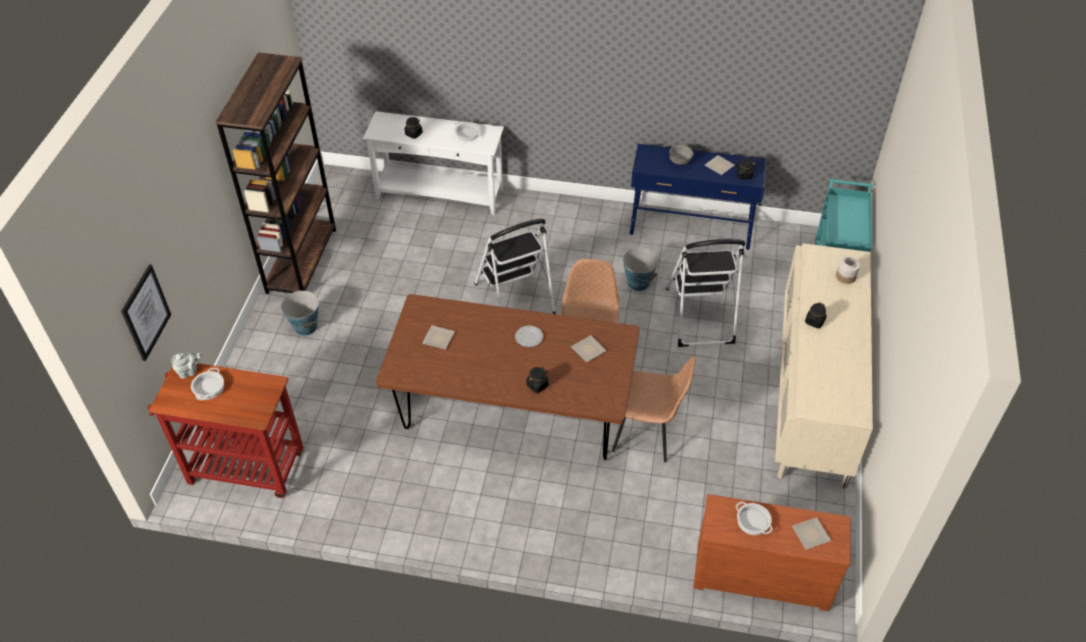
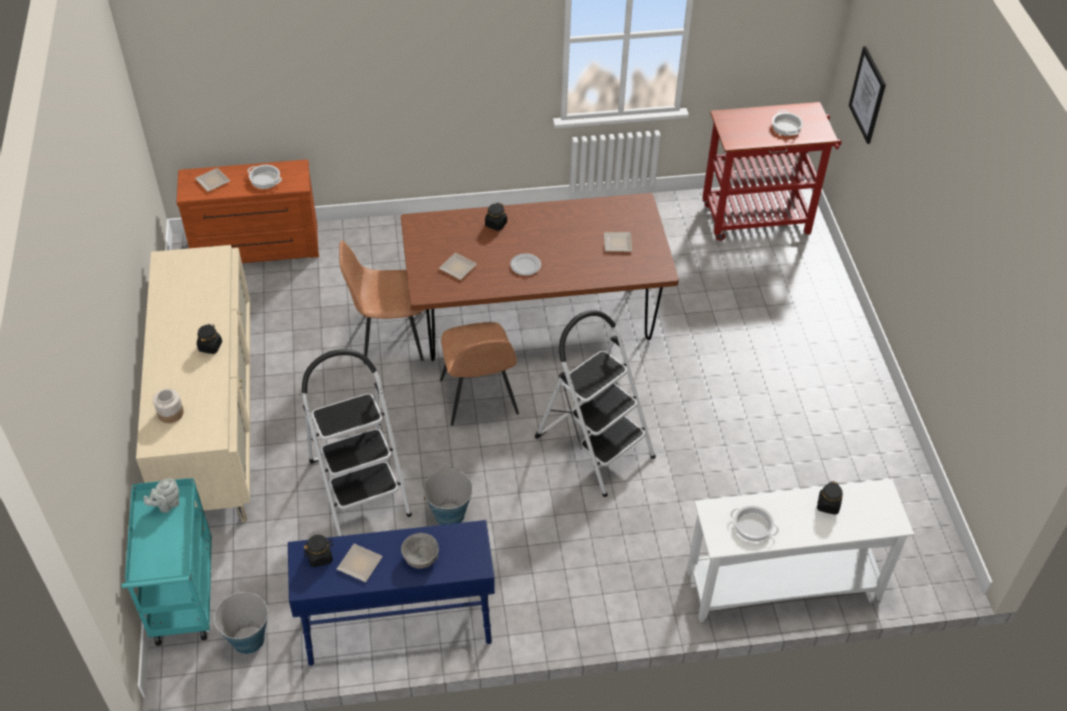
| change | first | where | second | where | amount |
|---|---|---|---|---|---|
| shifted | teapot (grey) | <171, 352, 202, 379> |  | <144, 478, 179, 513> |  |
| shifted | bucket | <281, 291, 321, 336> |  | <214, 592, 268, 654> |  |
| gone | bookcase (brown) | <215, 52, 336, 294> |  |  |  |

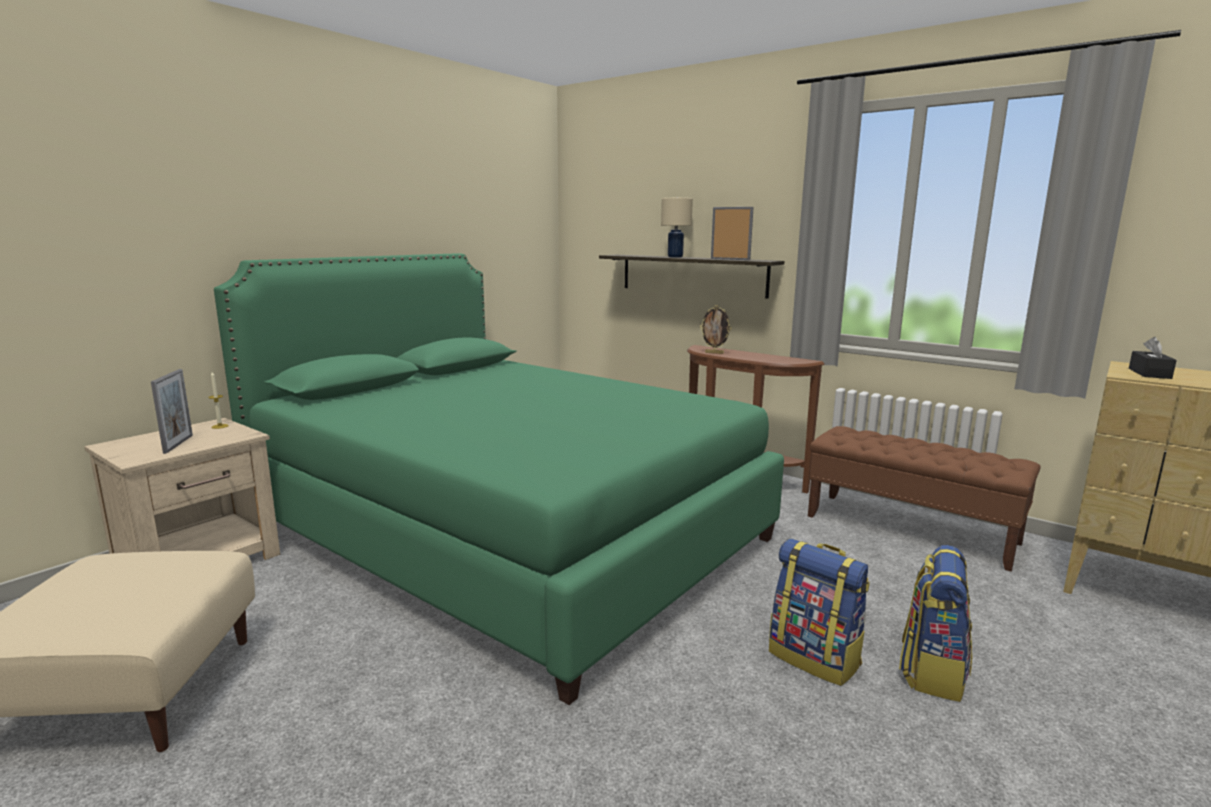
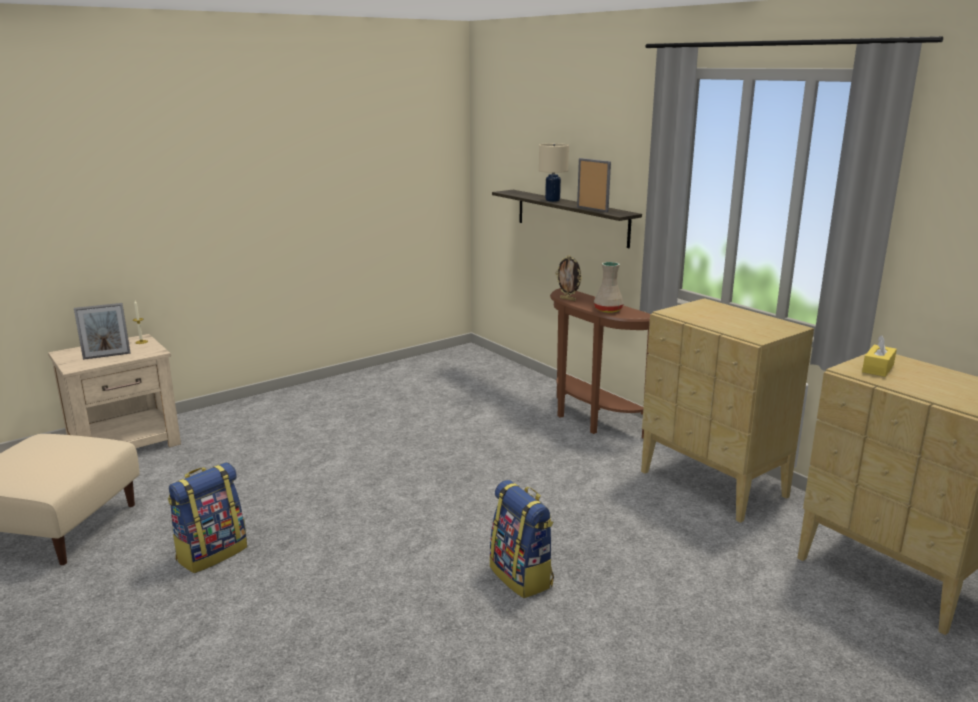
| change | first | where | second | where | amount |
|---|---|---|---|---|---|
| rotated | picture frame | <151, 369, 193, 454> |  | <74, 303, 131, 360> | 60 degrees clockwise |
| shifted | backpack | <899, 545, 972, 702> |  | <168, 463, 247, 573> |  |
| new |  |  | vase (beige) | <594, 262, 624, 313> |  |
| swapped | bench (brown) | <808, 426, 1040, 571> | dresser (beige) | <641, 298, 814, 523> |  |
| repainted | tissue box (black) | <1129, 337, 1177, 379> | tissue box (yellow) | <862, 335, 897, 377> |  |
| gone | bed (green) | <214, 253, 784, 705> |  |  |  |

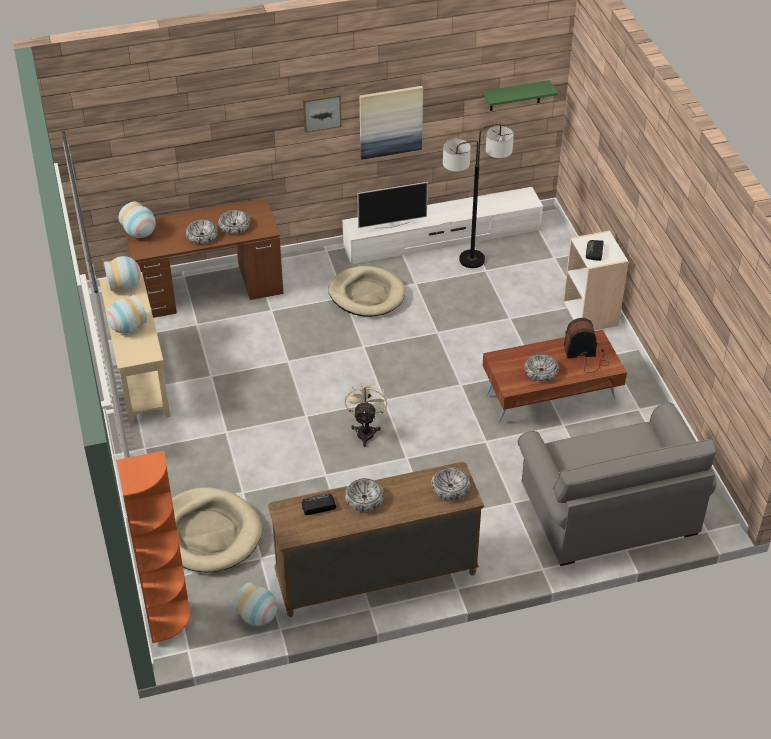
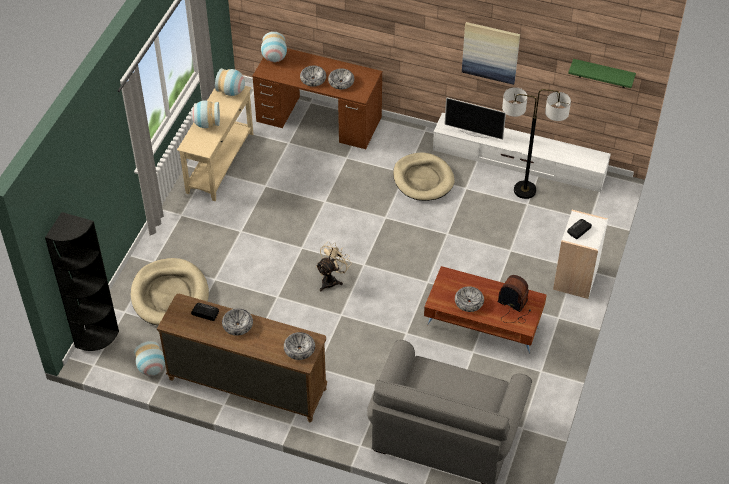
| change | first | where | second | where | amount |
|---|---|---|---|---|---|
| repainted | bookcase (orange) | <116, 451, 190, 643> | bookcase (black) | <45, 212, 119, 351> |  |
| gone | picture | <303, 93, 342, 133> |  |  |  |

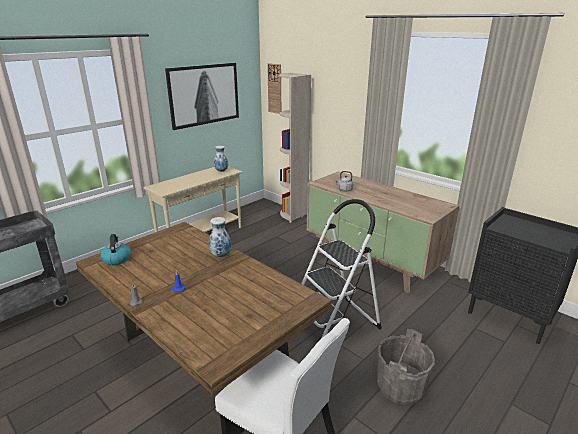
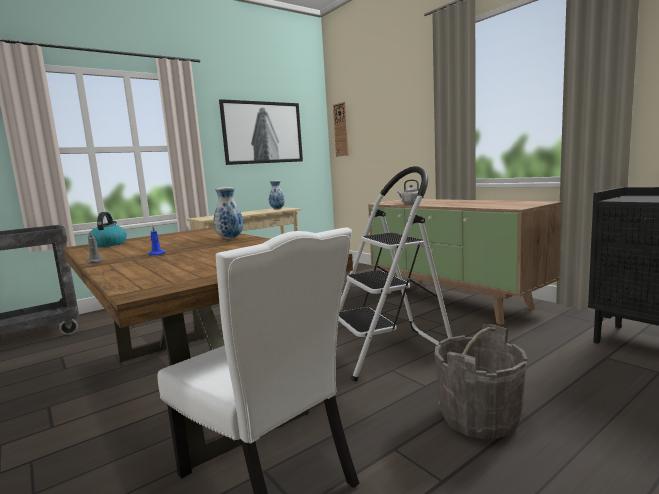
| change | first | where | second | where | amount |
|---|---|---|---|---|---|
| gone | bookcase (beige) | <279, 73, 311, 223> |  |  |  |

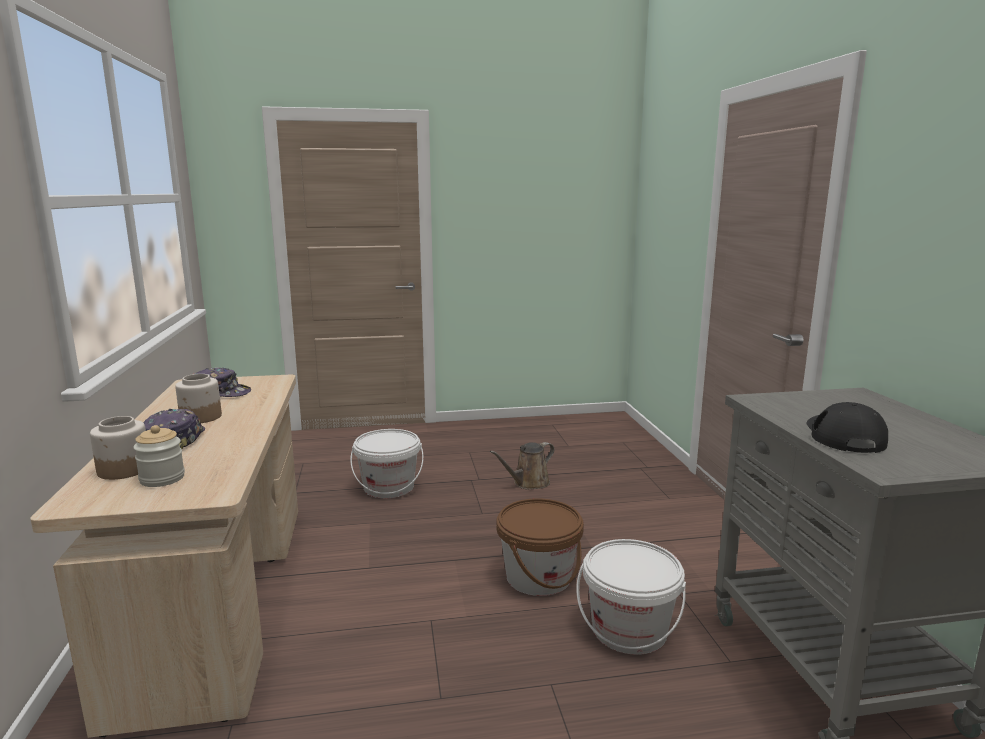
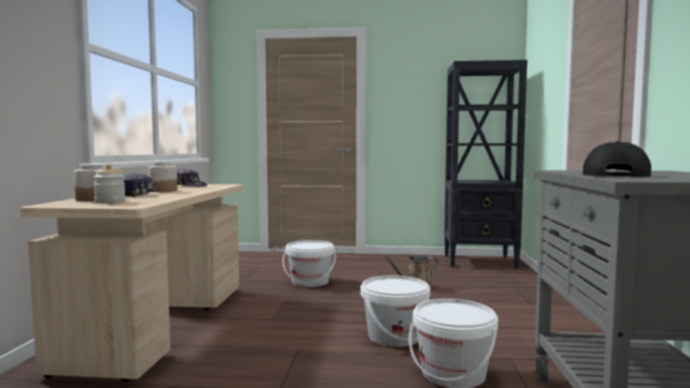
| change | first | where | second | where | amount |
|---|---|---|---|---|---|
| repainted | bucket (brown) | <496, 498, 584, 596> | bucket (white) | <361, 275, 430, 347> |  |
| new |  |  | bookcase (black) | <444, 60, 527, 268> |  |

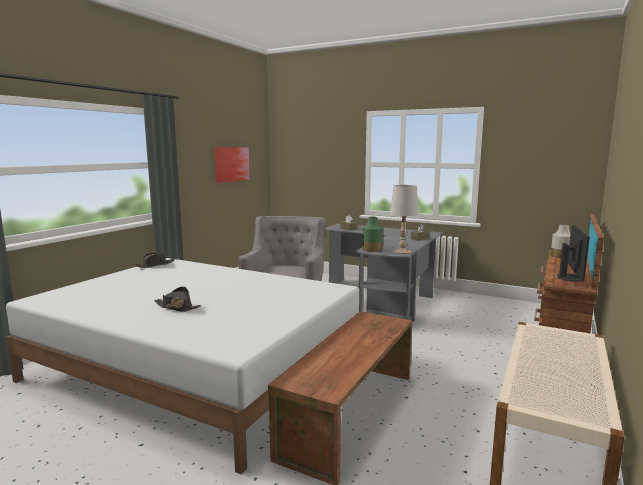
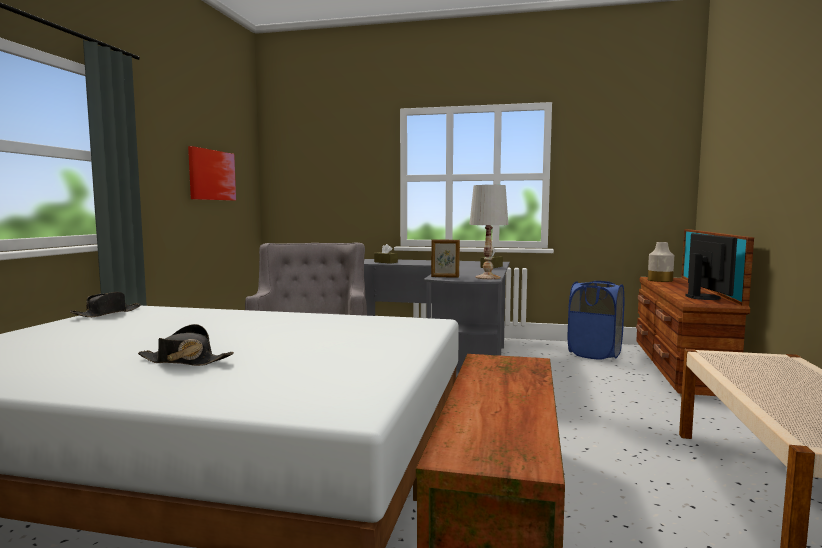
| change | first | where | second | where | amount |
|---|---|---|---|---|---|
| swapped | vase (green) | <362, 217, 383, 252> | picture frame | <431, 239, 460, 278> |  |
| new |  |  | laundry basket (blue) | <568, 281, 624, 360> |  |

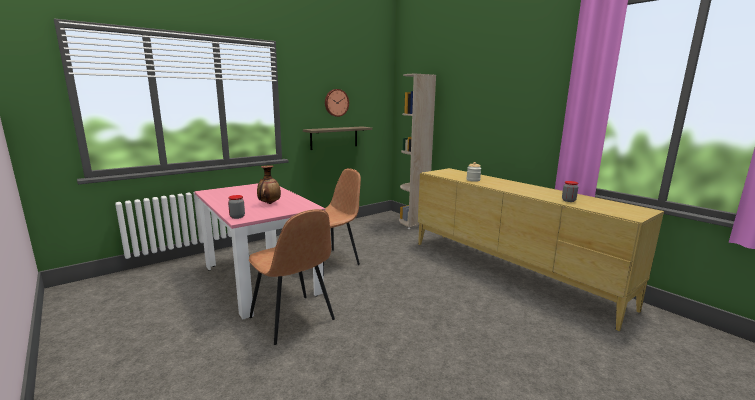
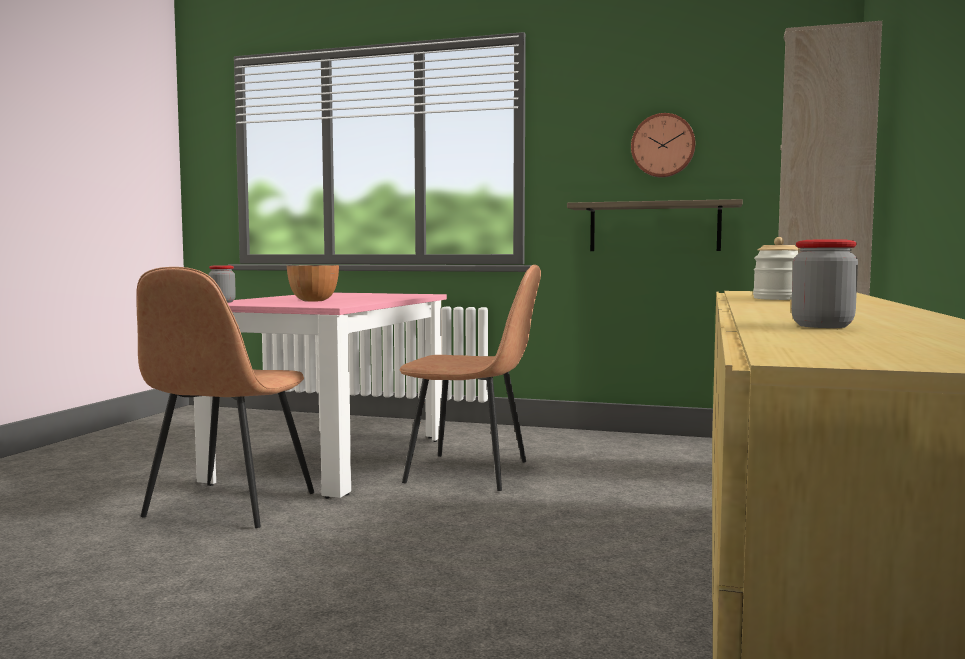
| change | first | where | second | where | amount |
|---|---|---|---|---|---|
| swapped | vase | <257, 165, 281, 204> | bowl | <287, 265, 339, 302> |  |

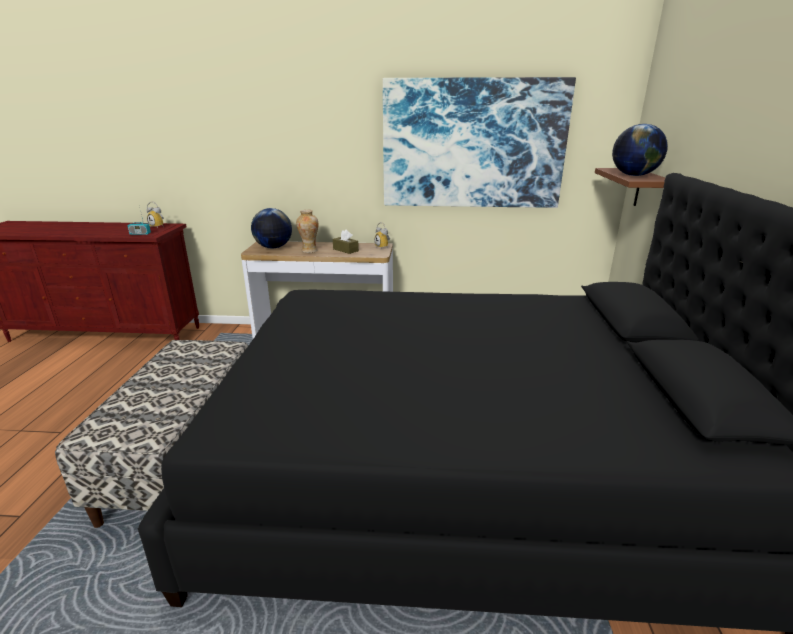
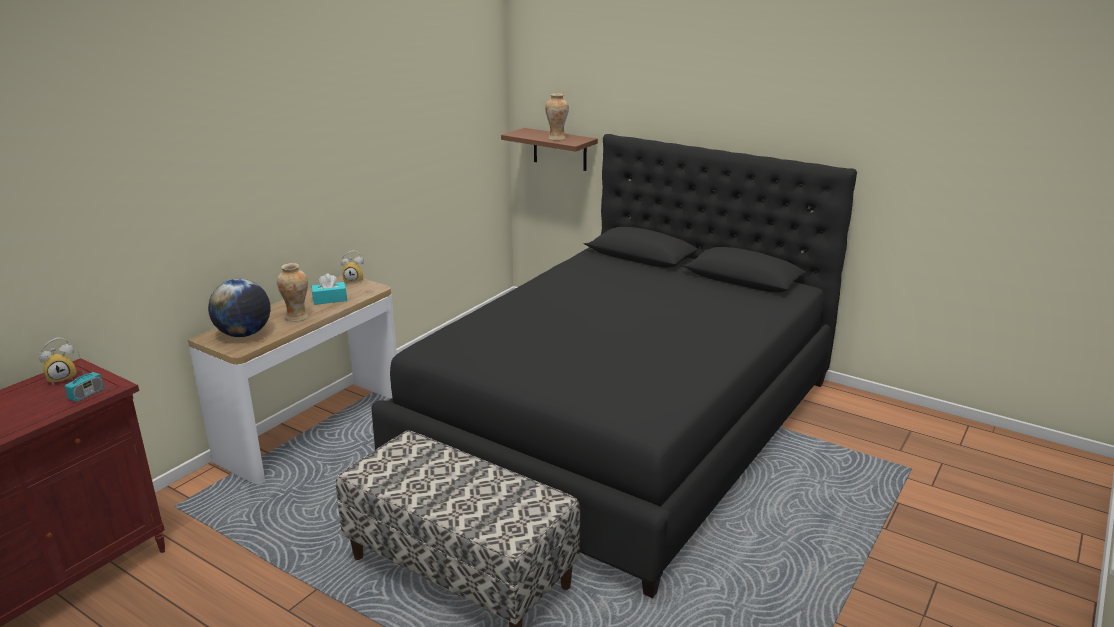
| change | first | where | second | where | amount |
|---|---|---|---|---|---|
| repainted | tissue box (brown) | <333, 229, 359, 254> | tissue box (turquoise) | <312, 273, 347, 305> |  |
| swapped | globe | <612, 124, 668, 176> | vase | <545, 93, 569, 140> |  |
| gone | picture | <383, 77, 576, 208> |  |  |  |

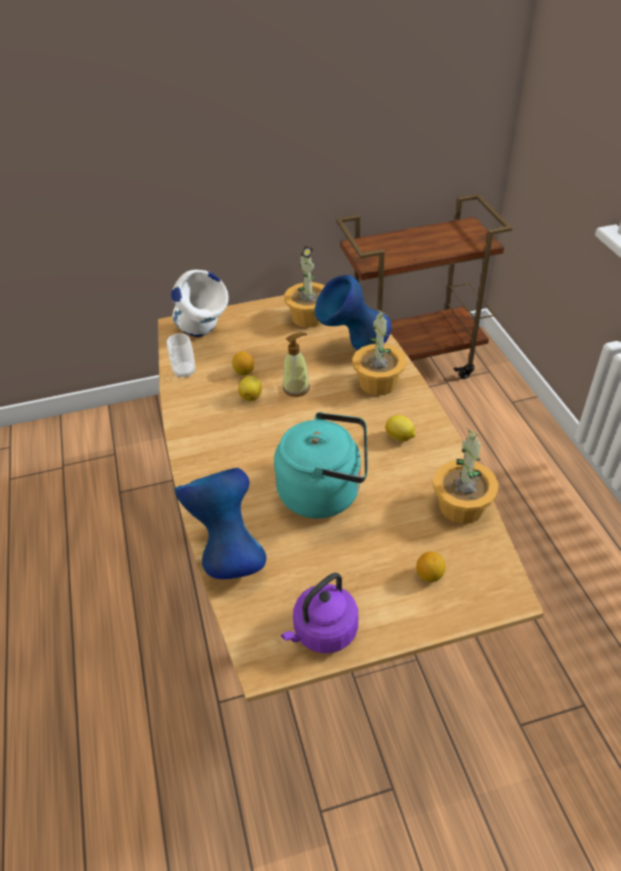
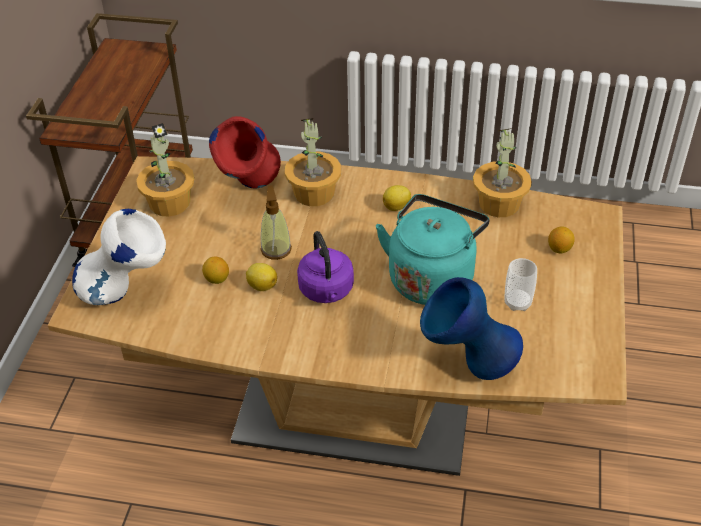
| change | first | where | second | where | amount |
|---|---|---|---|---|---|
| repainted | vase (blue) | <315, 275, 391, 351> | vase (red) | <209, 116, 281, 188> |  |
| shifted | kettle (purple) | <281, 573, 358, 653> |  | <297, 231, 354, 303> |  |
| shifted | cup | <167, 333, 195, 378> |  | <504, 258, 537, 311> |  |

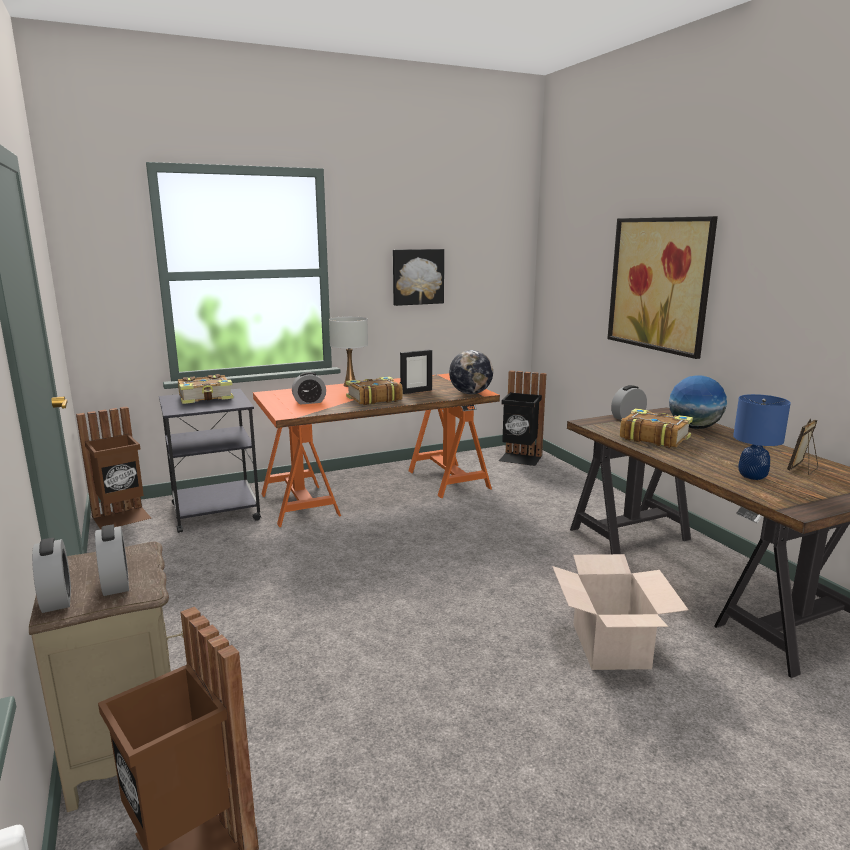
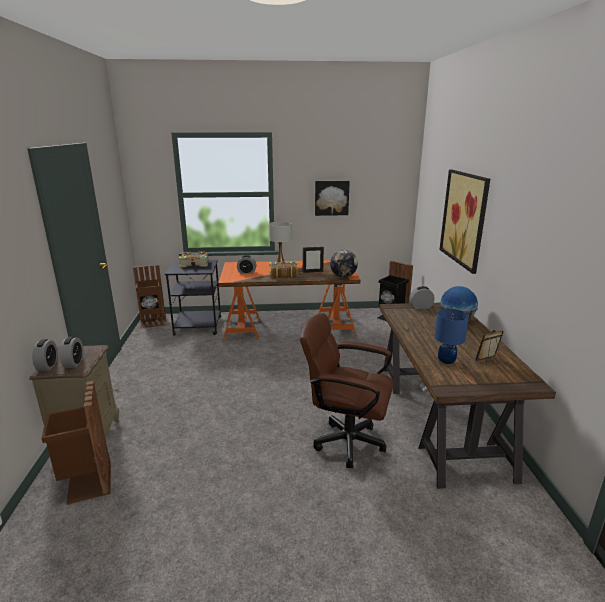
| change | first | where | second | where | amount |
|---|---|---|---|---|---|
| swapped | cardboard box | <552, 554, 689, 670> | office chair (brown) | <300, 313, 394, 468> |  |
| gone | book | <620, 408, 693, 448> |  |  |  |

